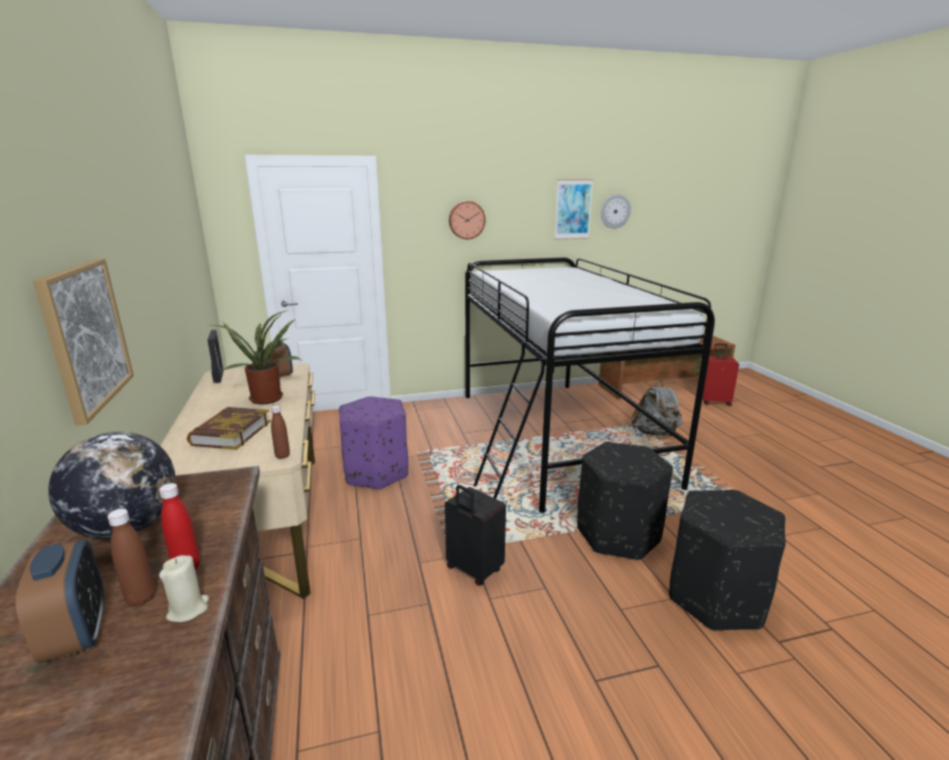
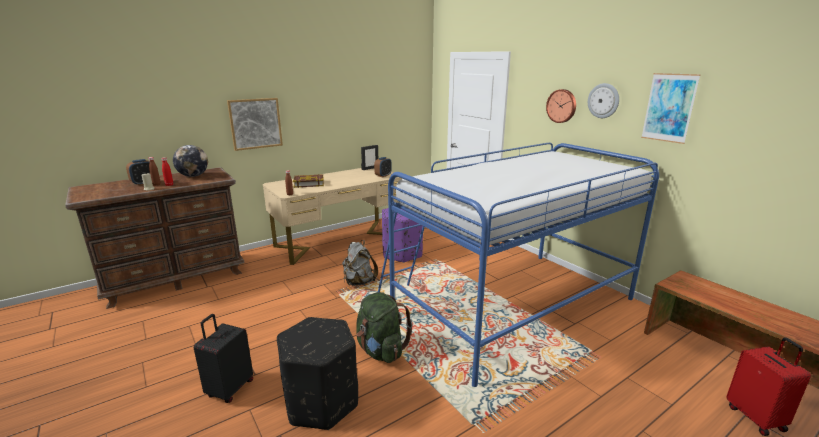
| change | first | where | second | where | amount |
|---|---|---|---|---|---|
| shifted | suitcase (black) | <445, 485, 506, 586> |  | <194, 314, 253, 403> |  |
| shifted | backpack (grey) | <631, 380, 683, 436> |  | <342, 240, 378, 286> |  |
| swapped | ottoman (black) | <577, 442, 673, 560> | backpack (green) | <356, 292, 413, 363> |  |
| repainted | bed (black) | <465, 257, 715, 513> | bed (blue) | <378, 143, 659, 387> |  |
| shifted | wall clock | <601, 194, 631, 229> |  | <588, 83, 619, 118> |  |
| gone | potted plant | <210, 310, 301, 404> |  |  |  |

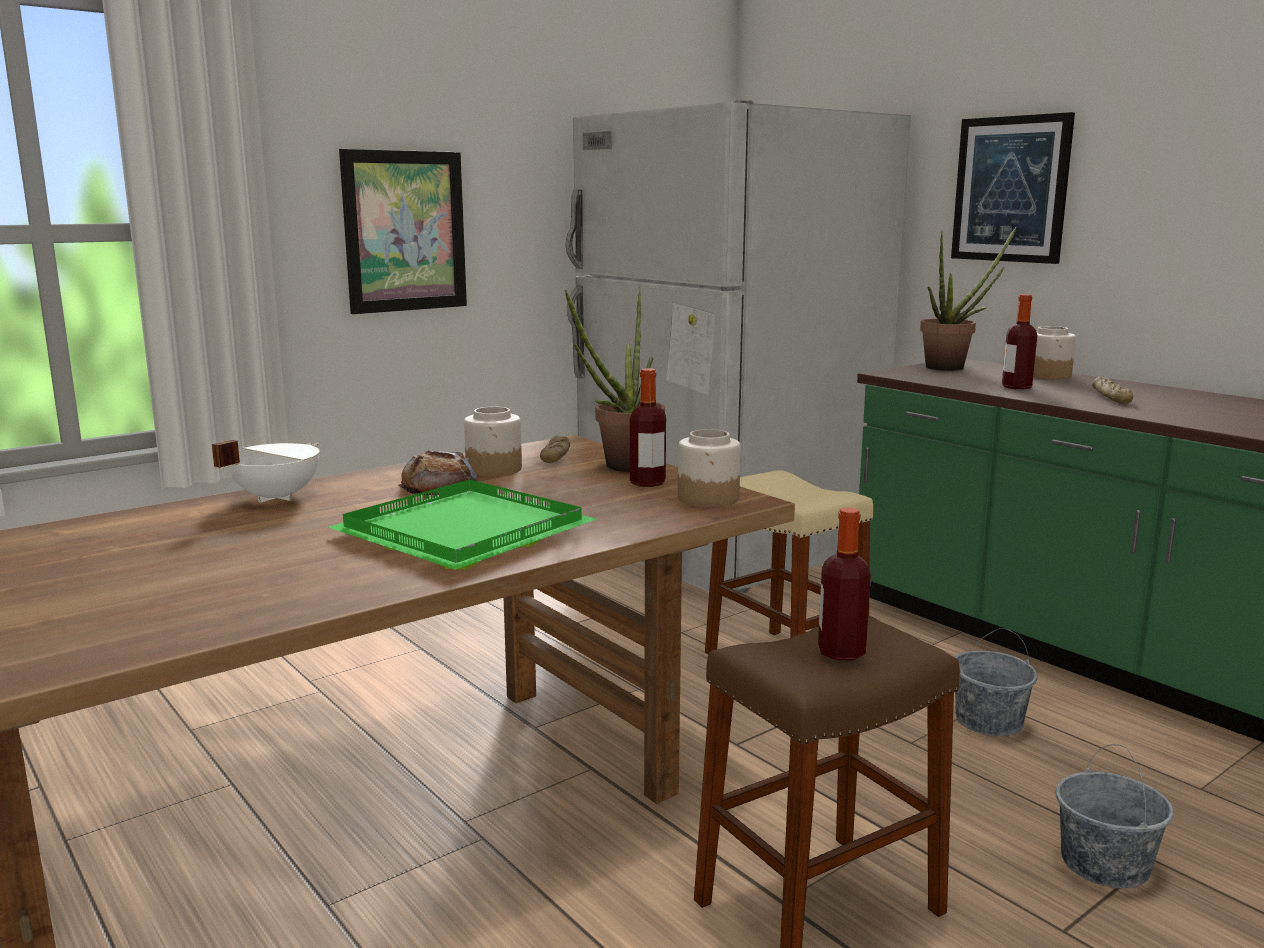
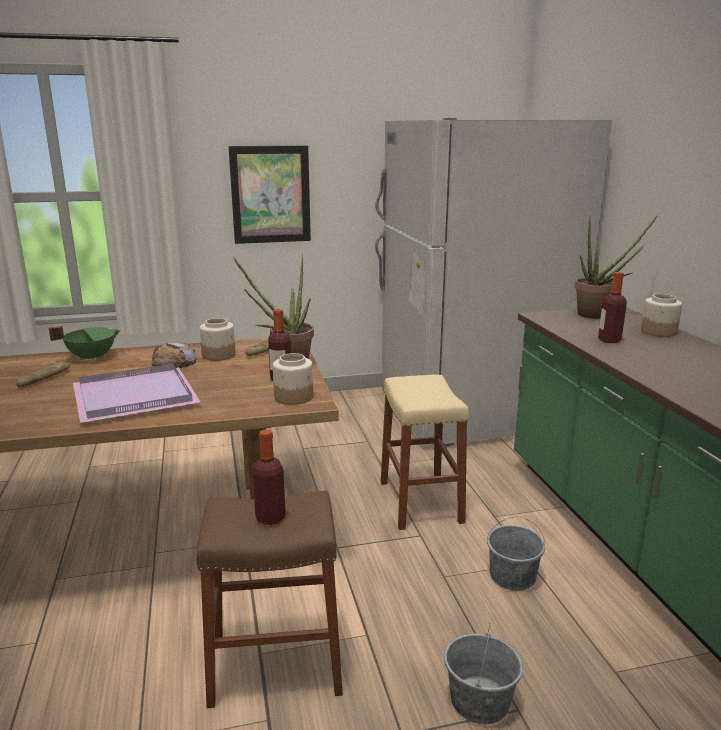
| change | first | where | second | where | amount |
|---|---|---|---|---|---|
| shifted | bread | <1092, 377, 1133, 404> |  | <16, 361, 70, 388> |  |
| repainted | cooking pot (white) | <212, 440, 320, 503> | cooking pot (green) | <49, 326, 121, 361> |  |
| repainted | tray (green) | <328, 480, 597, 570> | tray (purple) | <73, 364, 201, 423> |  |
| gone | picture | <951, 112, 1075, 264> |  |  |  |

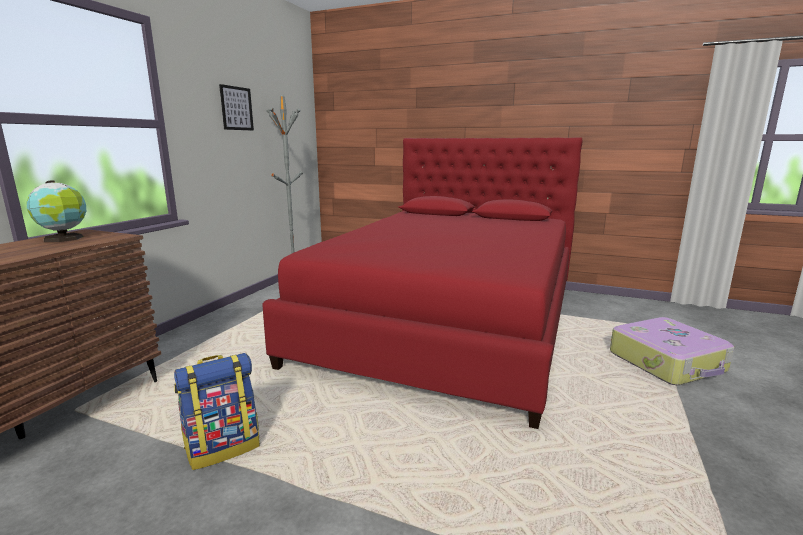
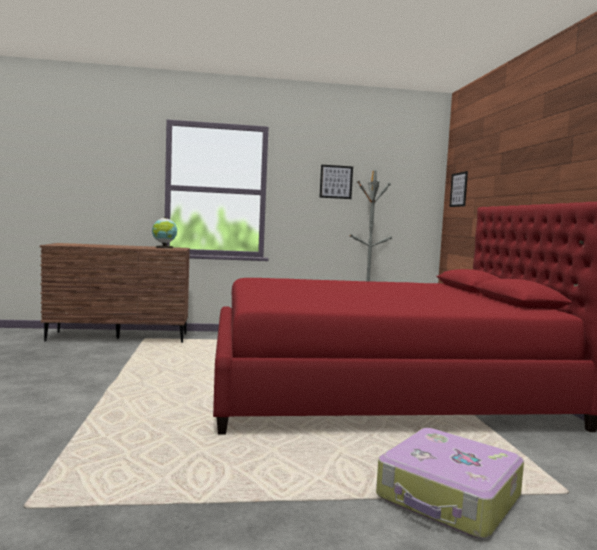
| change | first | where | second | where | amount |
|---|---|---|---|---|---|
| new |  |  | picture | <449, 171, 468, 207> |  |
| gone | backpack | <174, 353, 260, 470> |  |  |  |

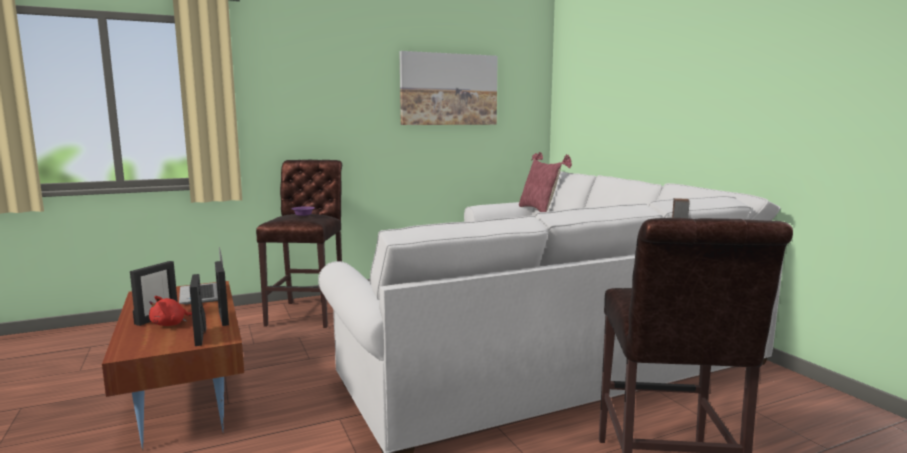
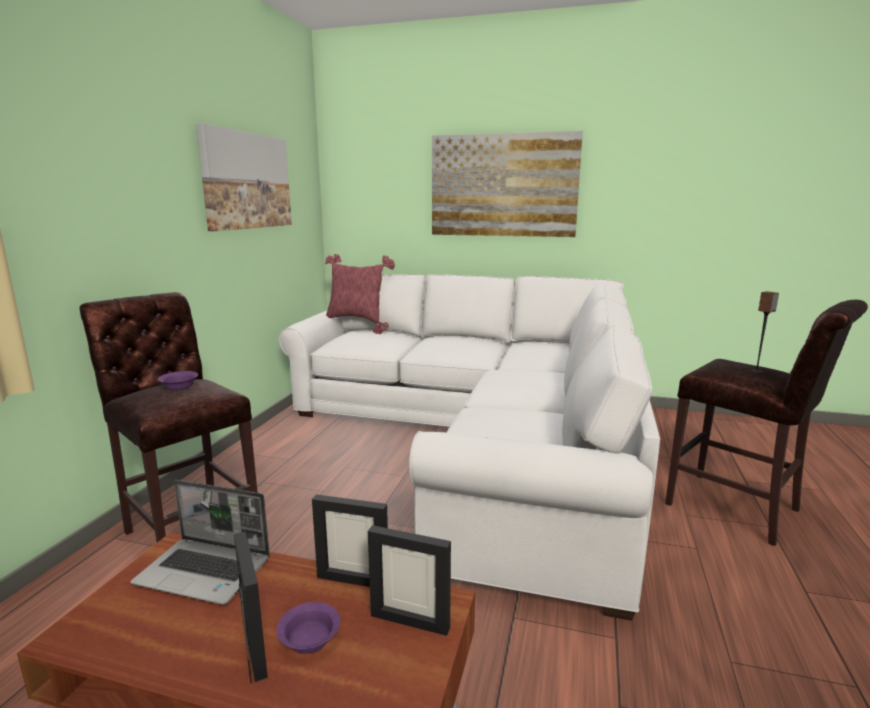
| change | first | where | second | where | amount |
|---|---|---|---|---|---|
| swapped | plush toy (red) | <149, 296, 192, 326> | bowl (purple) | <276, 602, 340, 654> |  |
| new |  |  | picture | <432, 131, 583, 237> |  |

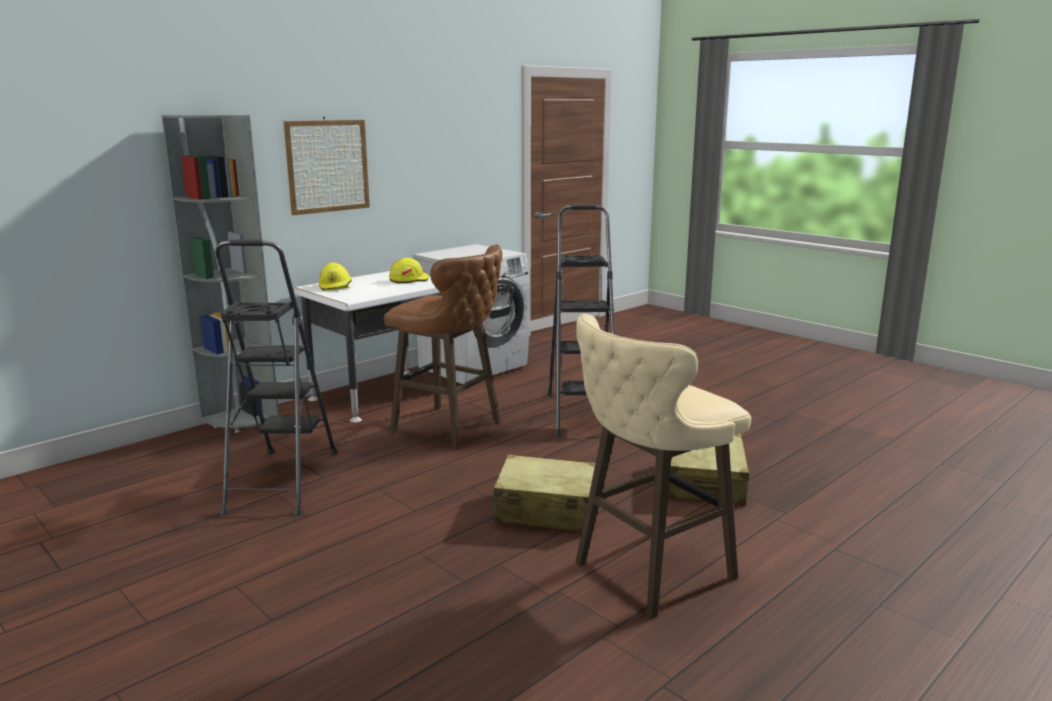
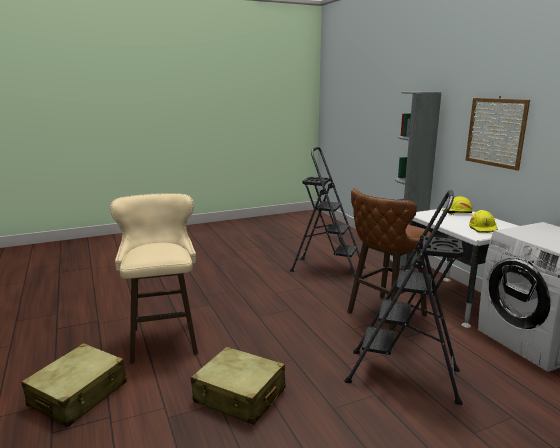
| change | first | where | second | where | amount |
|---|---|---|---|---|---|
| shifted | suitcase (beige) | <493, 454, 595, 532> |  | <21, 343, 127, 427> |  |

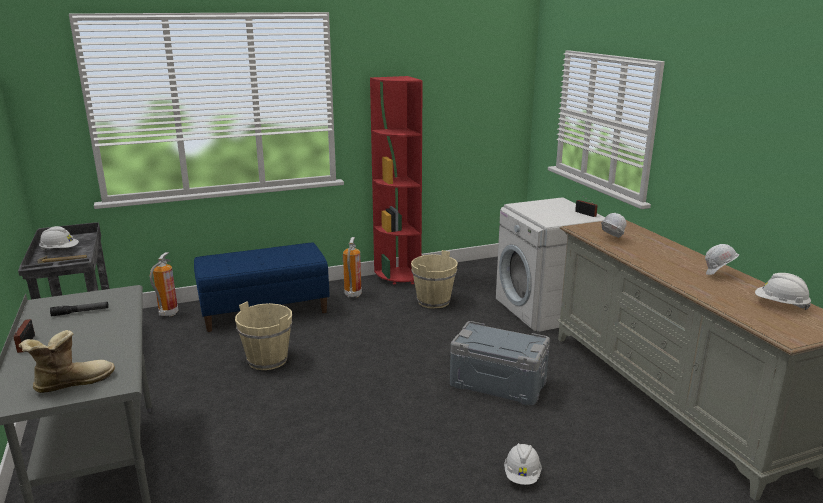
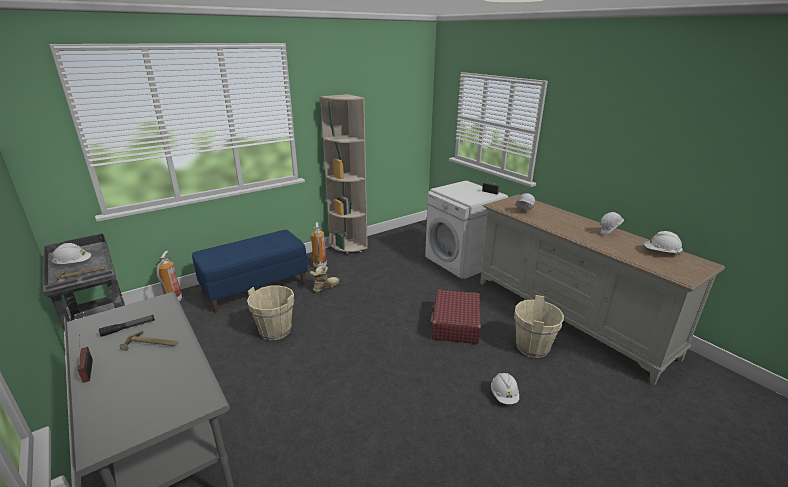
| change | first | where | second | where | amount |
|---|---|---|---|---|---|
| new |  |  | hammer | <120, 330, 178, 351> |  |
| shifted | boot | <19, 330, 115, 393> |  | <310, 266, 339, 293> |  |
| repainted | bookcase (red) | <370, 76, 423, 285> | bookcase (beige) | <320, 94, 368, 254> |  |
| swapped | storage box (grey) | <450, 321, 550, 406> | suitcase (red) | <430, 290, 481, 344> |  |
| shifted | bucket (beige) | <411, 250, 458, 309> |  | <514, 295, 564, 358> |  |

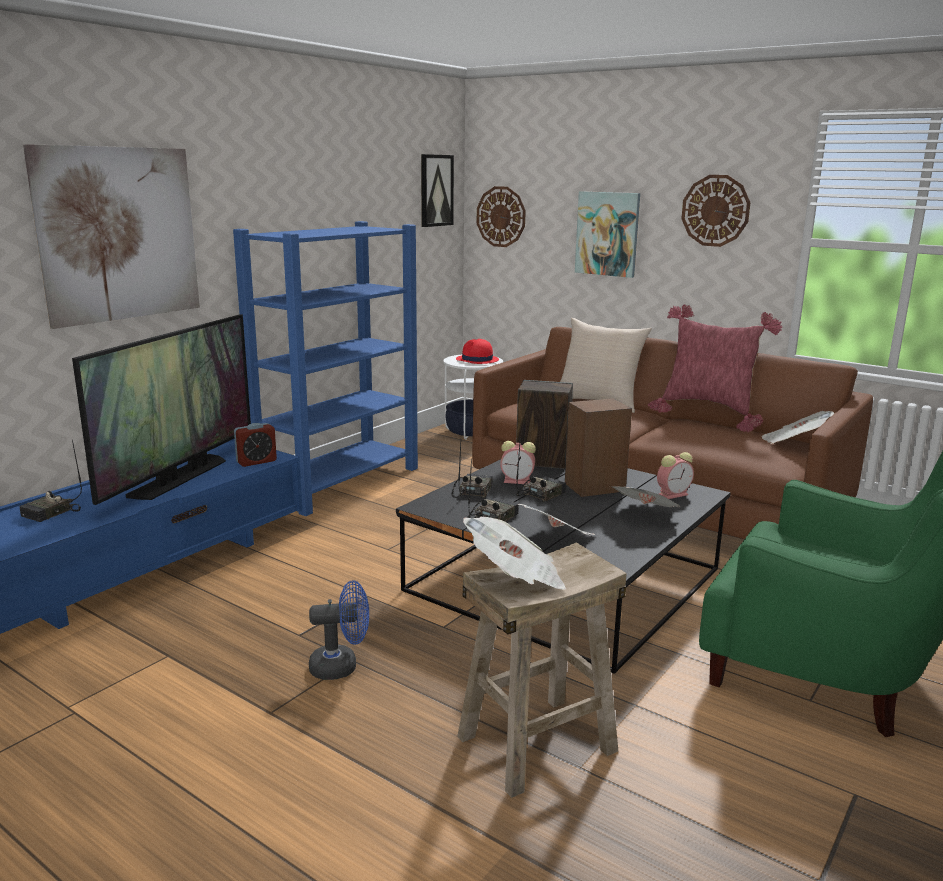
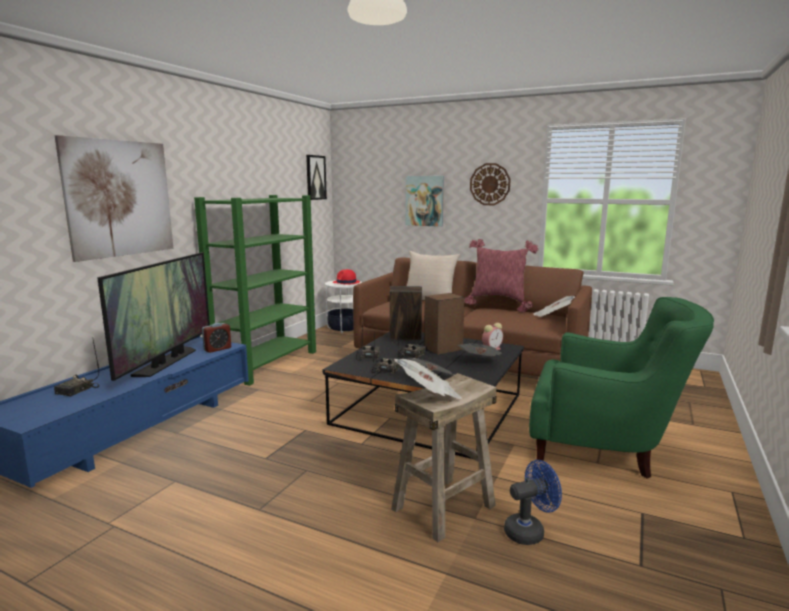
| change | first | where | second | where | amount |
|---|---|---|---|---|---|
| repainted | bookcase (blue) | <233, 221, 418, 516> | bookcase (green) | <194, 195, 316, 386> |  |
| shifted | fan (blue) | <309, 580, 369, 680> |  | <504, 460, 562, 545> |  |
| gone | wall clock | <477, 186, 526, 247> |  |  |  |
| gone | alarm clock | <500, 441, 536, 484> |  |  |  |

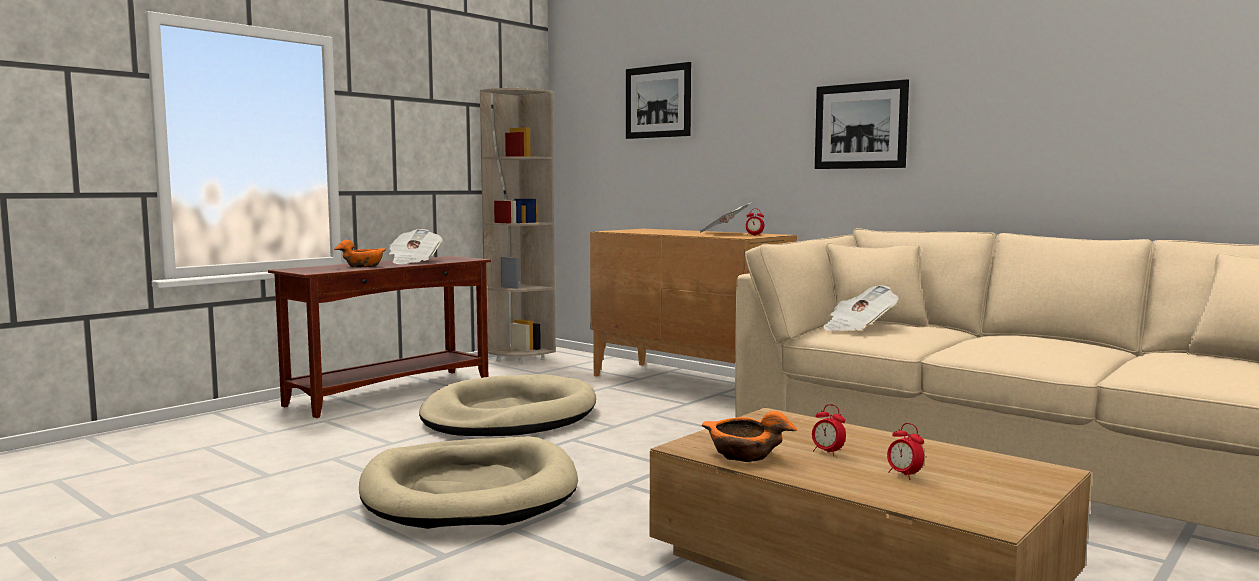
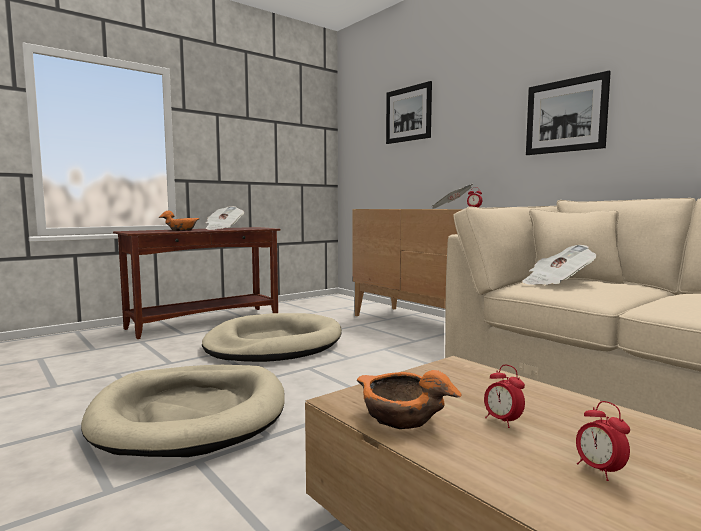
| change | first | where | second | where | amount |
|---|---|---|---|---|---|
| gone | bookcase (beige) | <480, 88, 555, 363> |  |  |  |

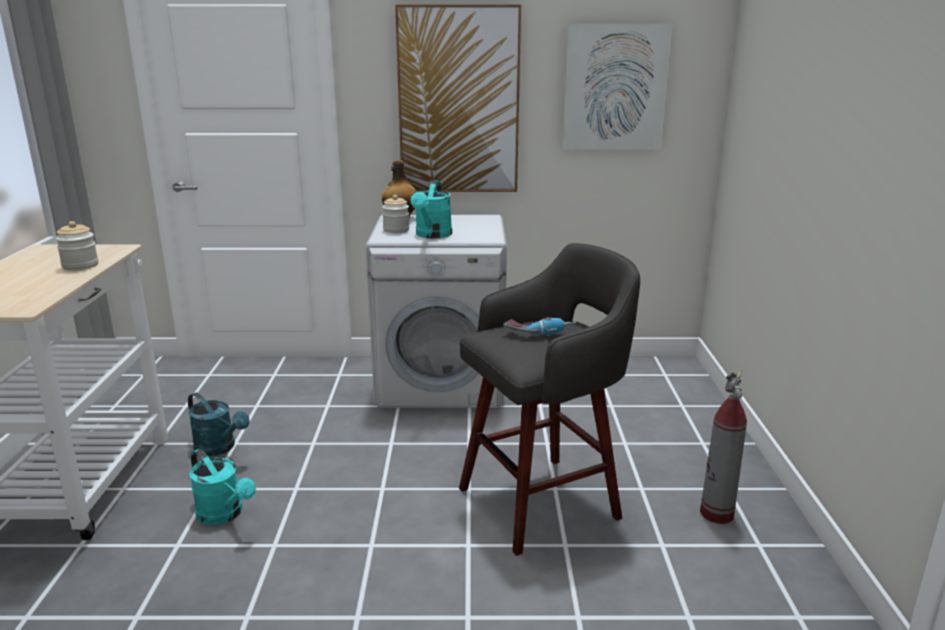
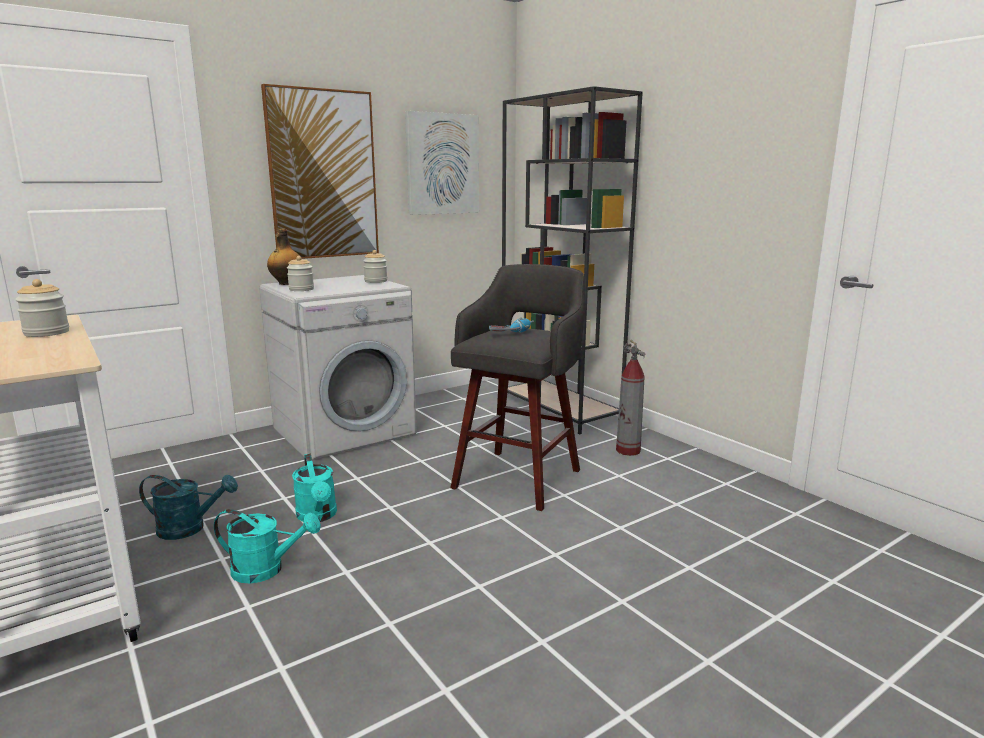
| change | first | where | second | where | amount |
|---|---|---|---|---|---|
| shifted | watering can (turquoise) | <411, 180, 452, 239> |  | <292, 454, 337, 522> |  |
| new |  |  | jar | <363, 250, 387, 283> |  |
| new |  |  | bookcase | <502, 86, 643, 435> |  |

